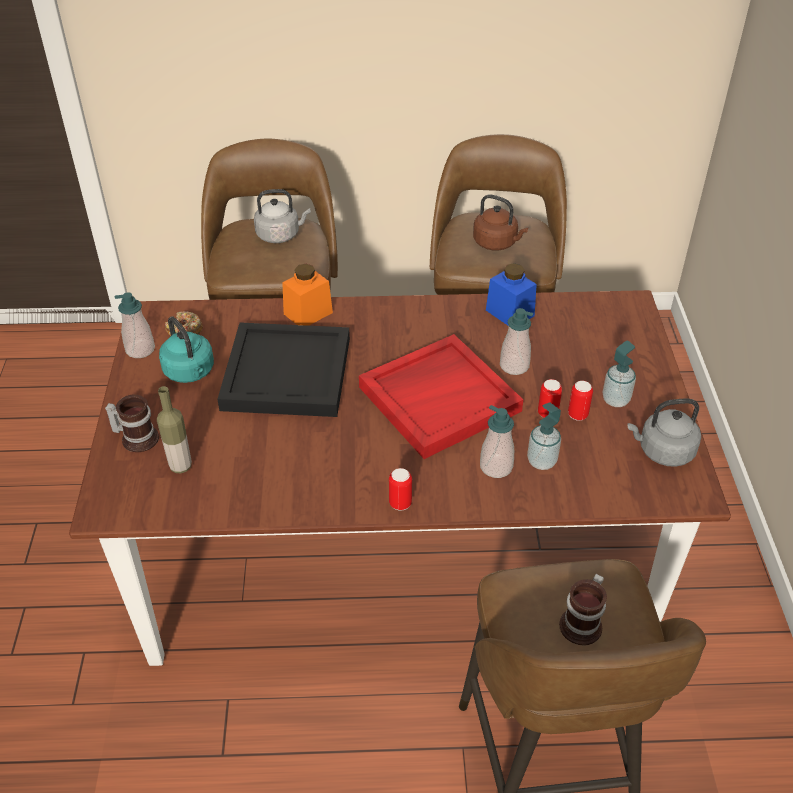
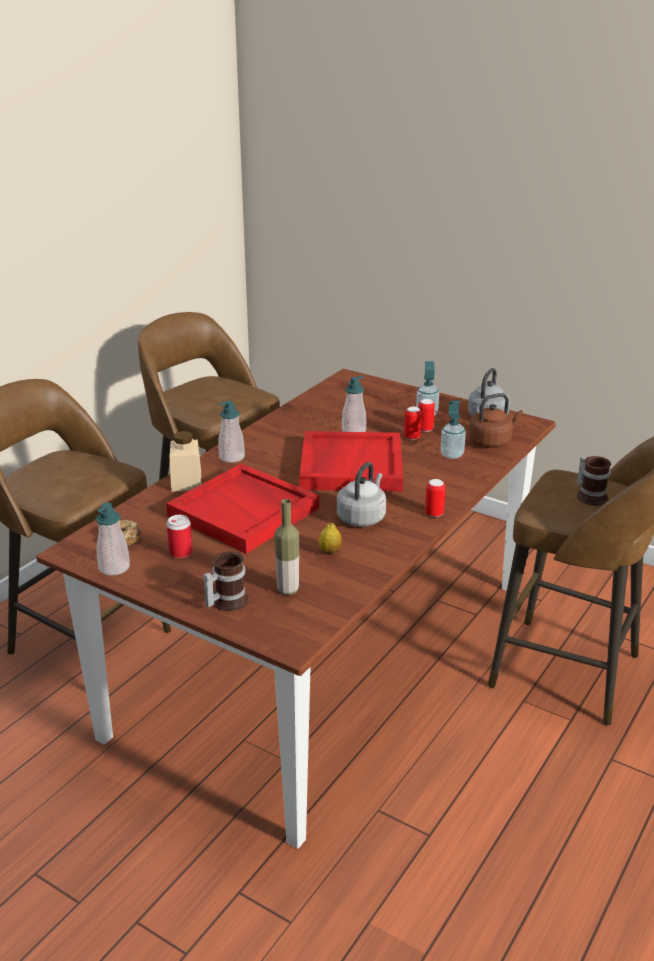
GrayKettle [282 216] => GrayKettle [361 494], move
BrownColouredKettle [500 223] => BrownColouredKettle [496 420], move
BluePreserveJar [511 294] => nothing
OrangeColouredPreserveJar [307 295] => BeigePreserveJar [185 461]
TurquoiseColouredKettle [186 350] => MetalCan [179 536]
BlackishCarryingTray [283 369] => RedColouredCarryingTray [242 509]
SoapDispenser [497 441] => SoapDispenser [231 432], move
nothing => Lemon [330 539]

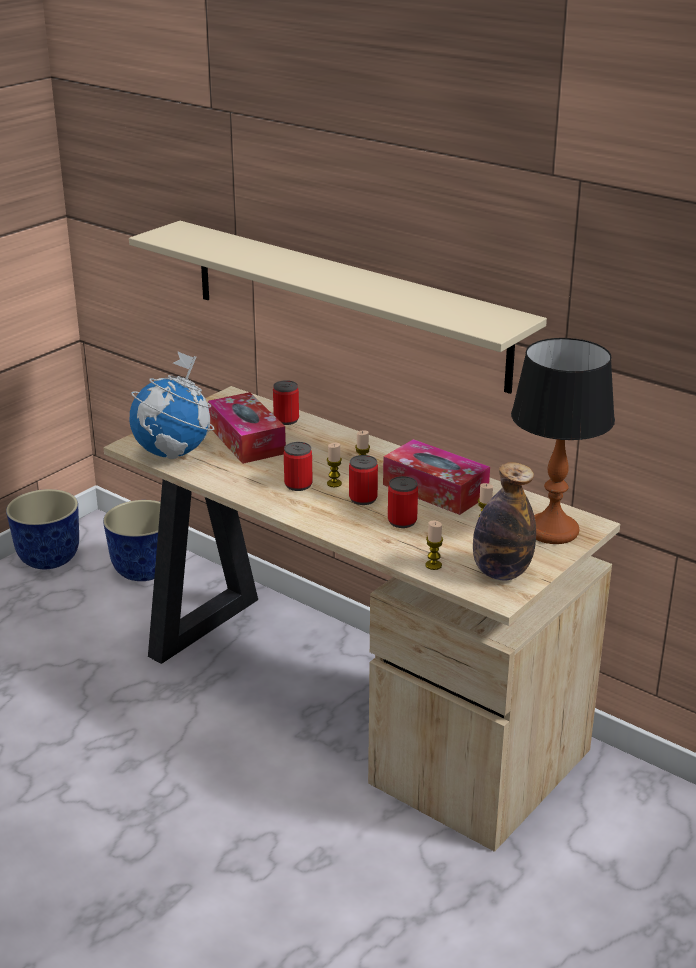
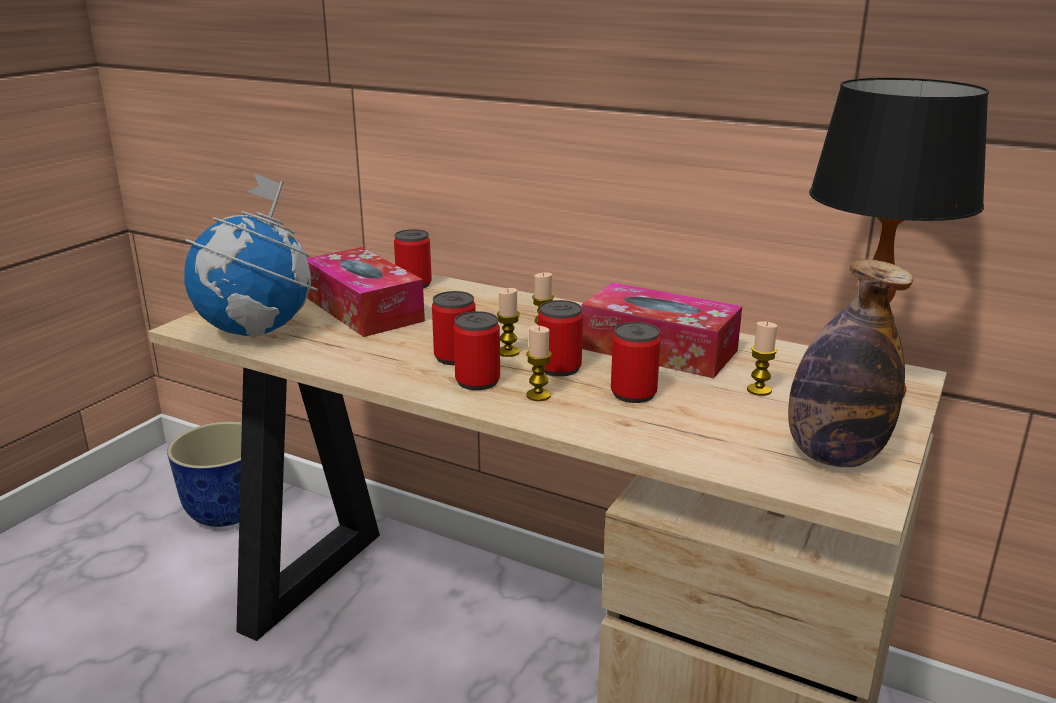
BeigeWallShelf [338 307] => nothing
PlantPot [42 529] => nothing
Candle [434 545] => Candle [539 363], move
nothing => MetalCan [476 350]

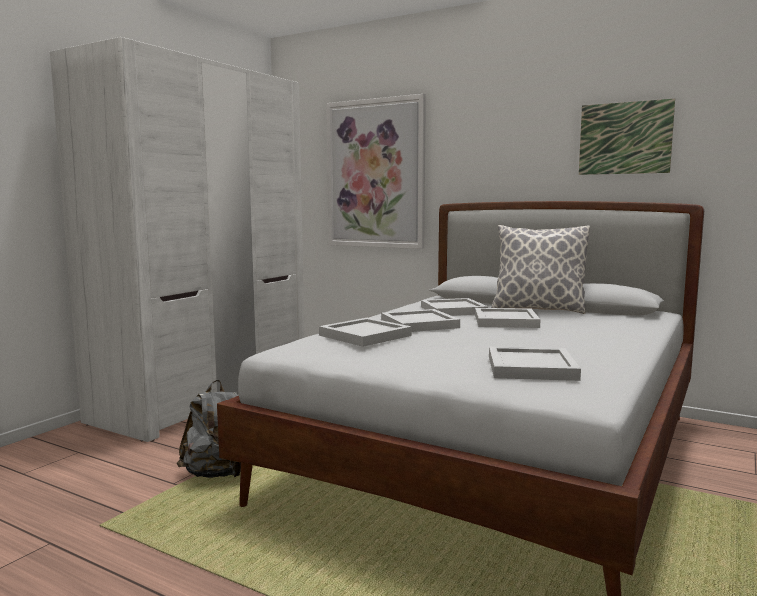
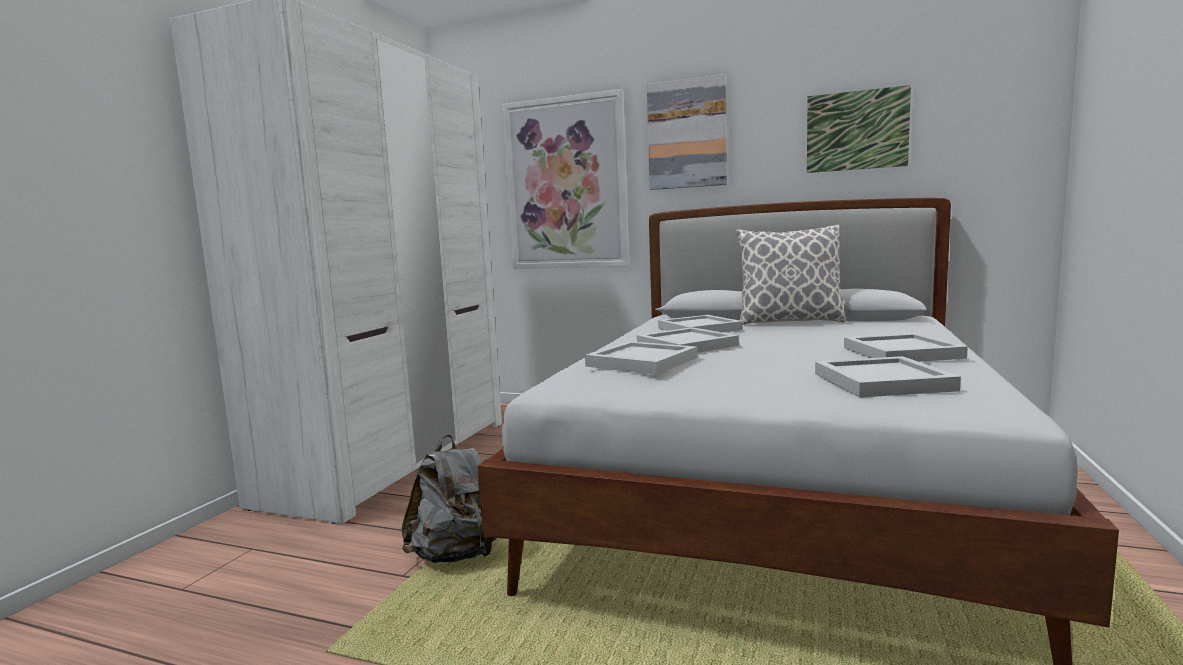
WhiteCarryingTray [508 318] => WhiteCarryingTray [906 347], move
nothing => Picture [687 132]

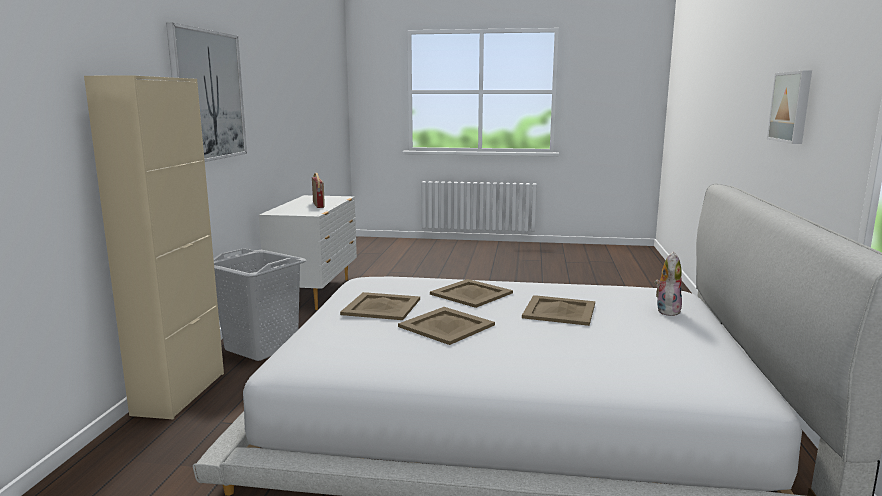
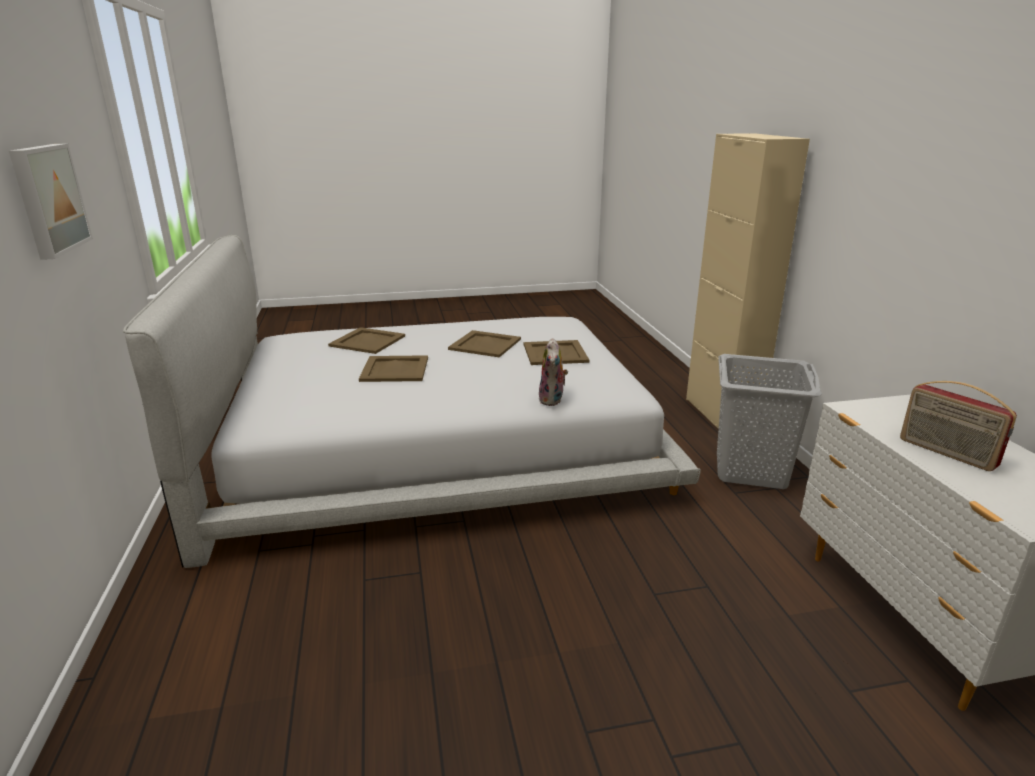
Picture [206 92] => nothing
SoftToy [668 284] => SoftToy [553 372], move
BeigeCarryingTray [471 293] => BeigeCarryingTray [366 340], move

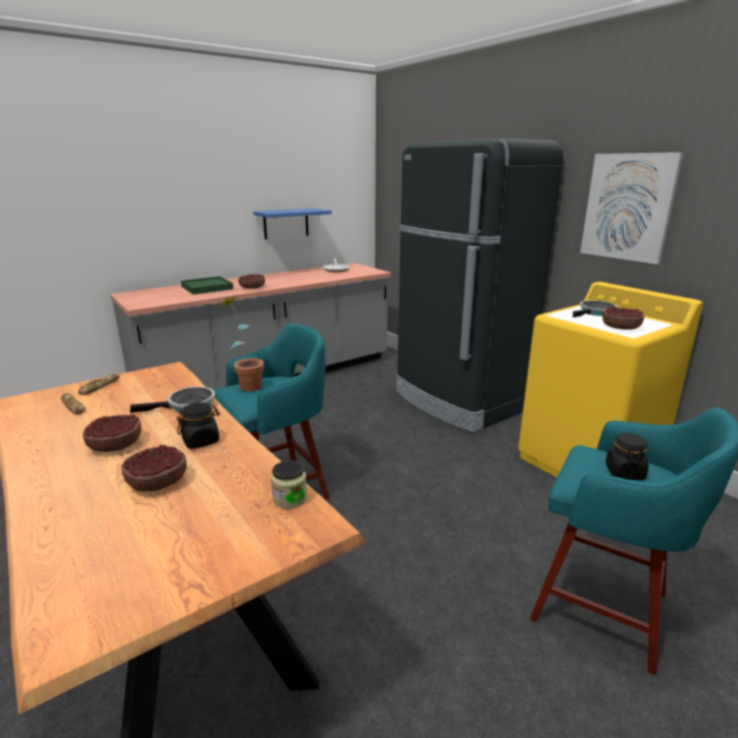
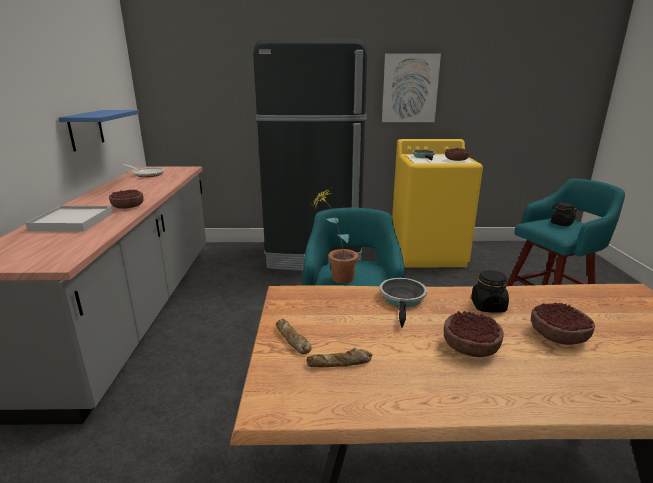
GreenishCarryingTray [207 285] => WhiteCarryingTray [68 219]
PreserveJar [289 484] => nothing

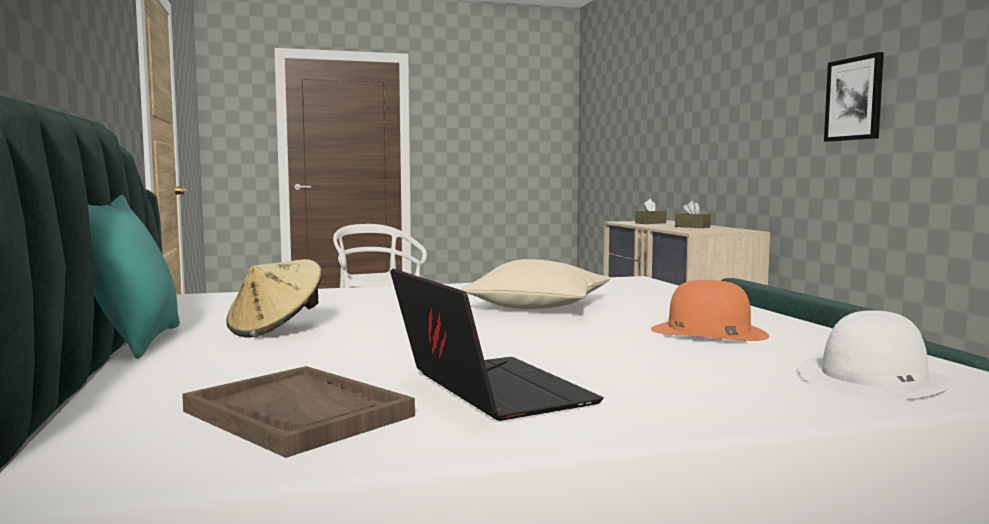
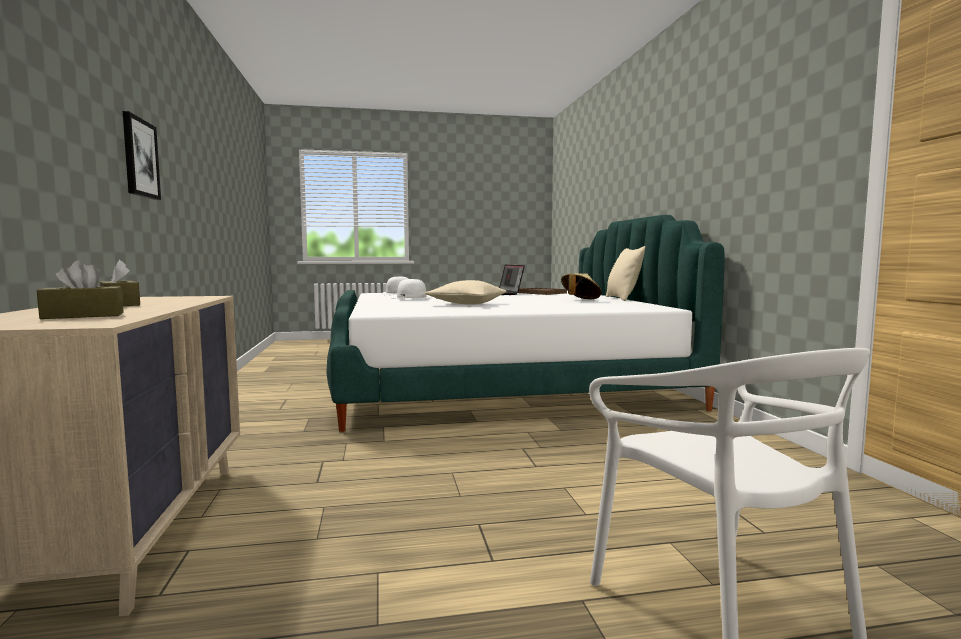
TurquoiseColouredCushion [134 277] => BeigeCushion [625 273]
OrangeColouredWearableHat [710 310] => WhiteWearableHat [412 289]

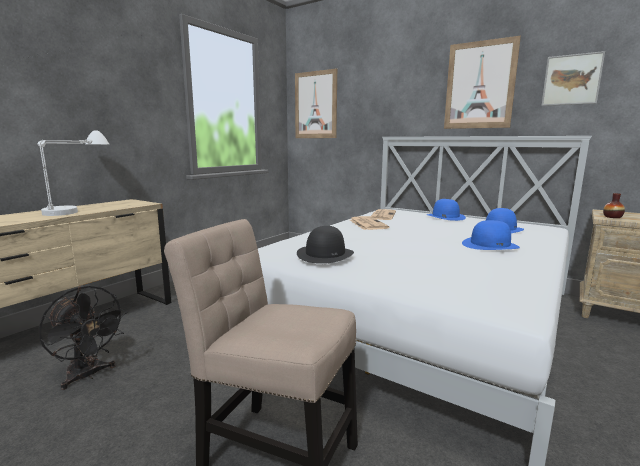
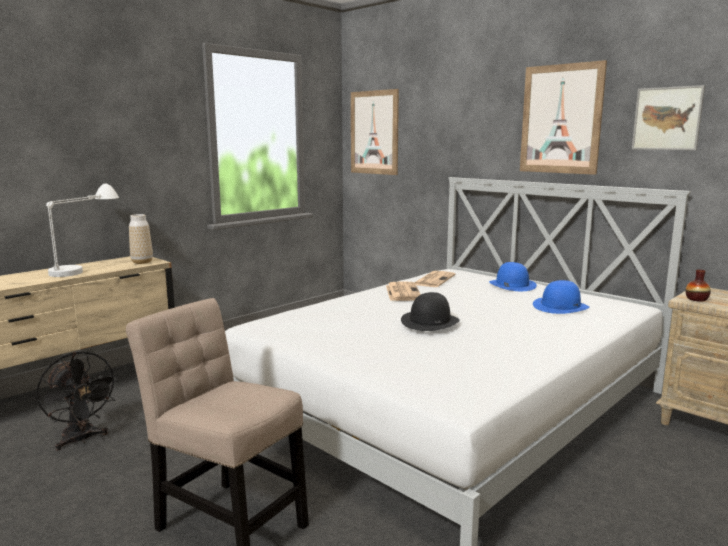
BlueWearableHat [491 235] => nothing
BlackishWearableHat [325 245] => BlackishWearableHat [430 311], move
nothing => Vase [141 239]

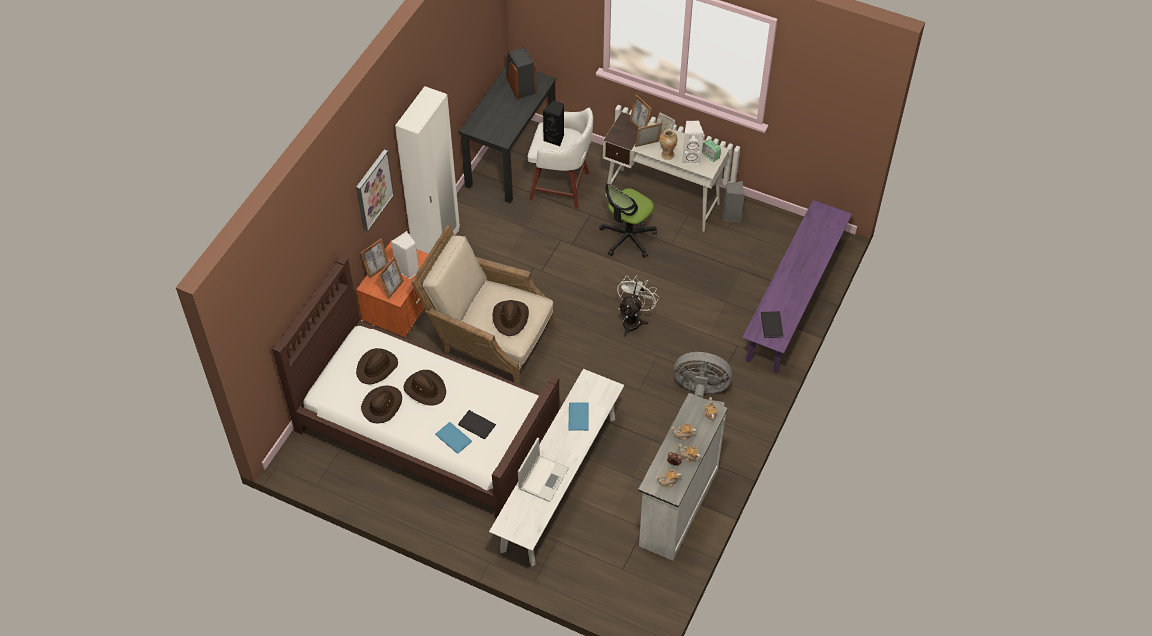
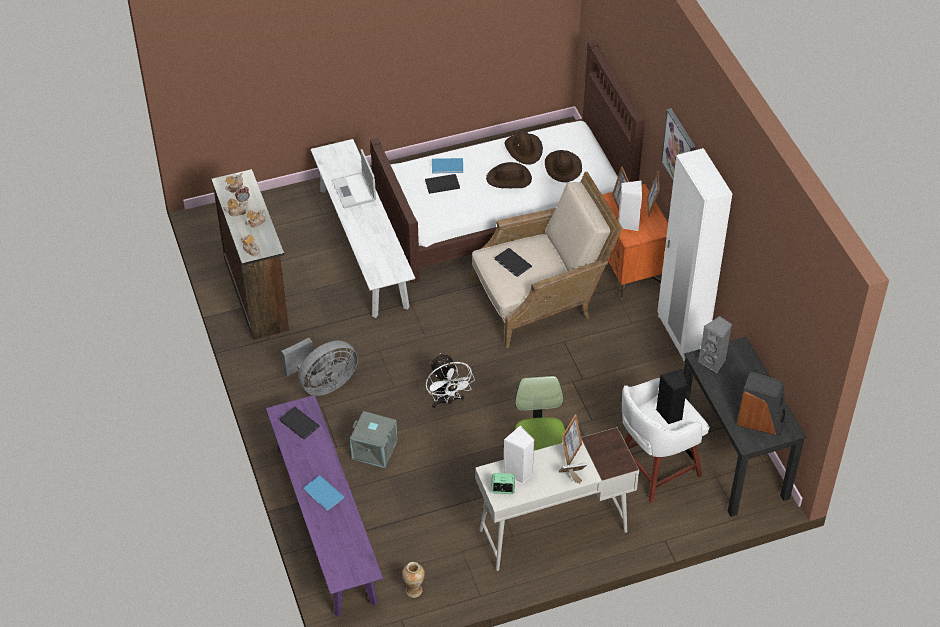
StandingFrame [640 111] => nothing
Vase [669 144] => Vase [413 580], move
GraySpeaker [734 202] => GraySpeaker [715 344], move
BrownColouredWearableHat [510 318] => BlackishBoundBook [513 262]
WhiteDrawerChest [683 477] => BrownColouredDrawerChest [250 254]
BlueBoundBook [578 416] => BlueBoundBook [324 493], move
nothing => GrayStorageBox [373 439]

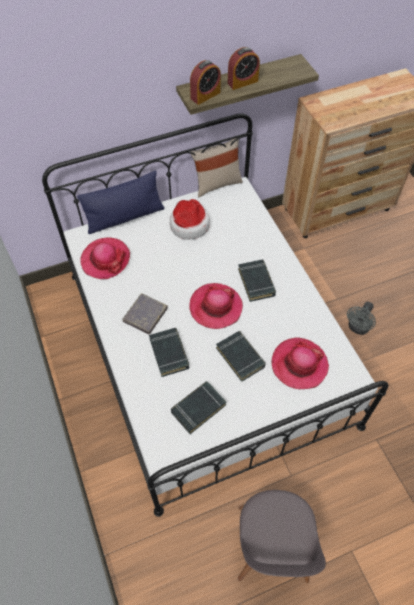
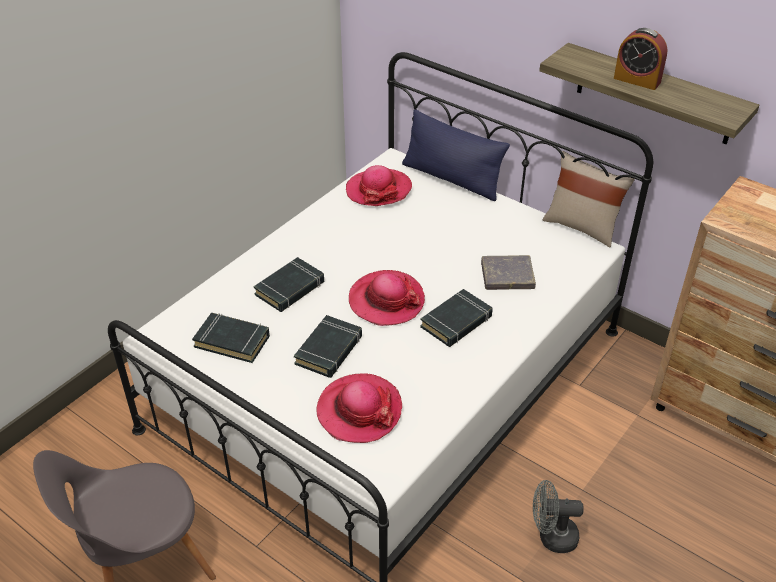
AlarmClock [205 82] => nothing
WearableHat [190 219] => nothing
GrayBoundBook [145 313] => GrayBoundBook [508 272], move

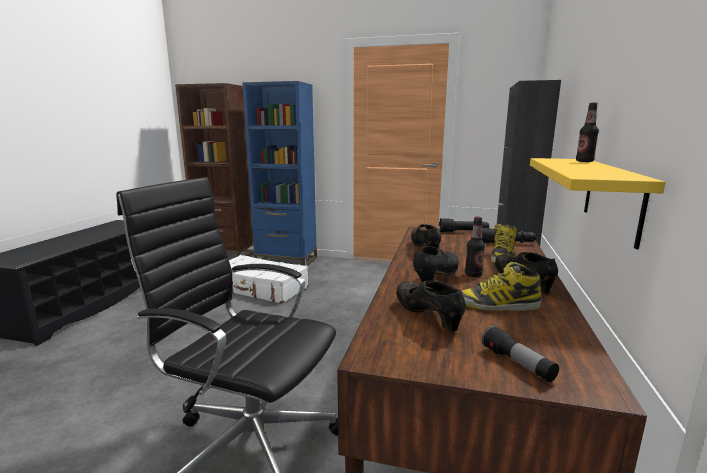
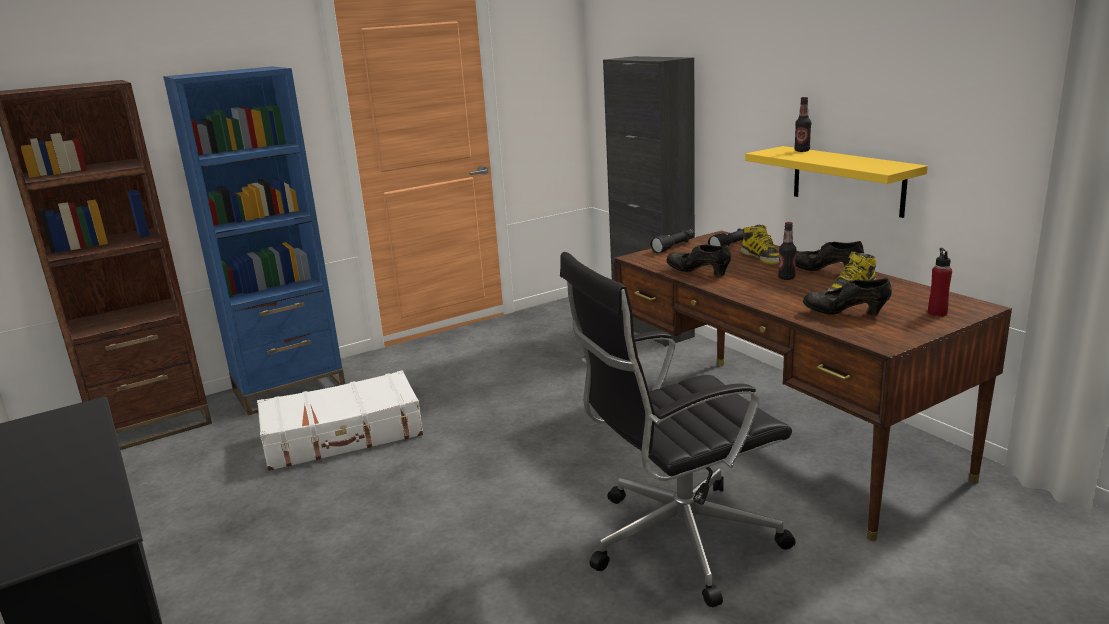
BlackishItemOfFootwear [436 266] => nothing
Flashlight [520 353] => RedColouredBeverageBottle [940 282]

